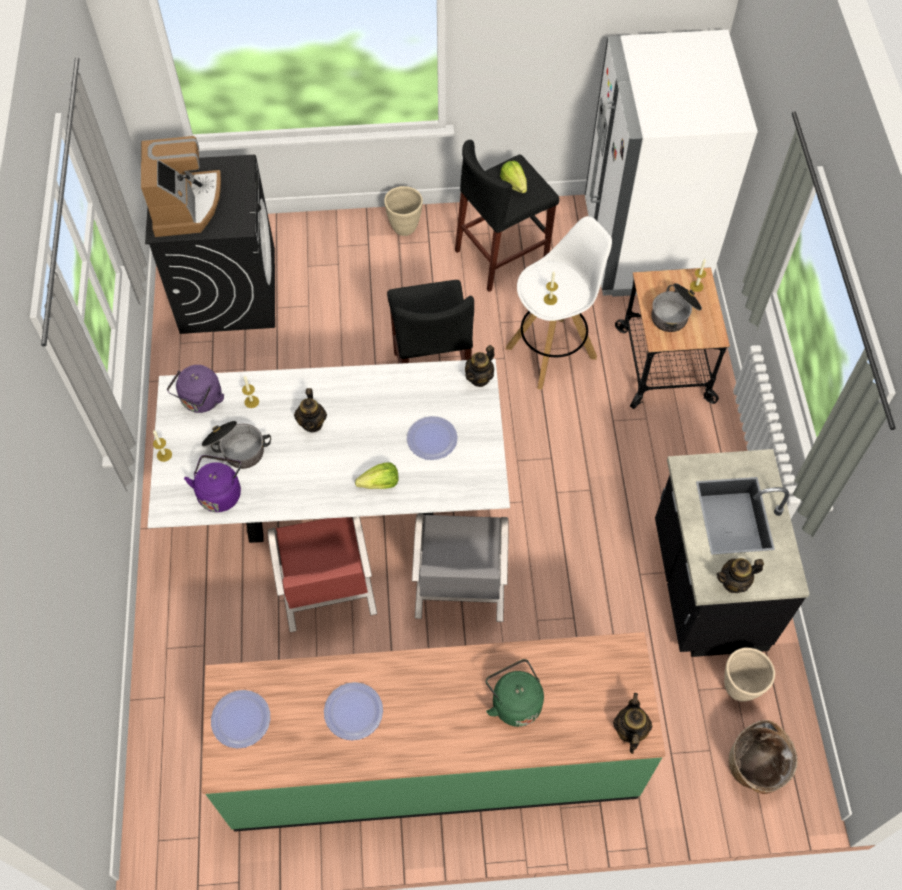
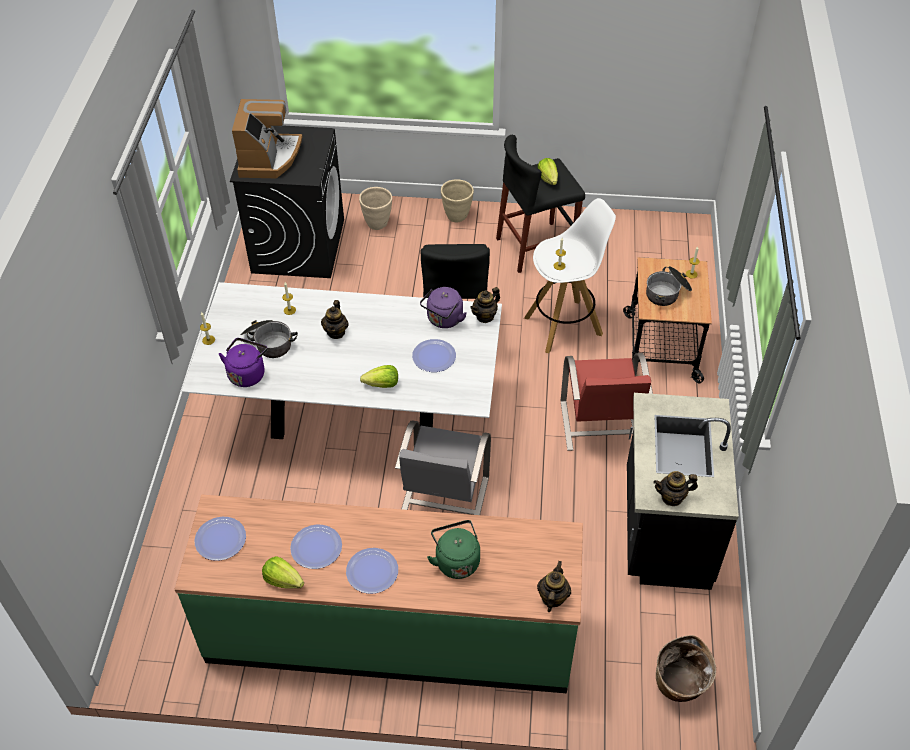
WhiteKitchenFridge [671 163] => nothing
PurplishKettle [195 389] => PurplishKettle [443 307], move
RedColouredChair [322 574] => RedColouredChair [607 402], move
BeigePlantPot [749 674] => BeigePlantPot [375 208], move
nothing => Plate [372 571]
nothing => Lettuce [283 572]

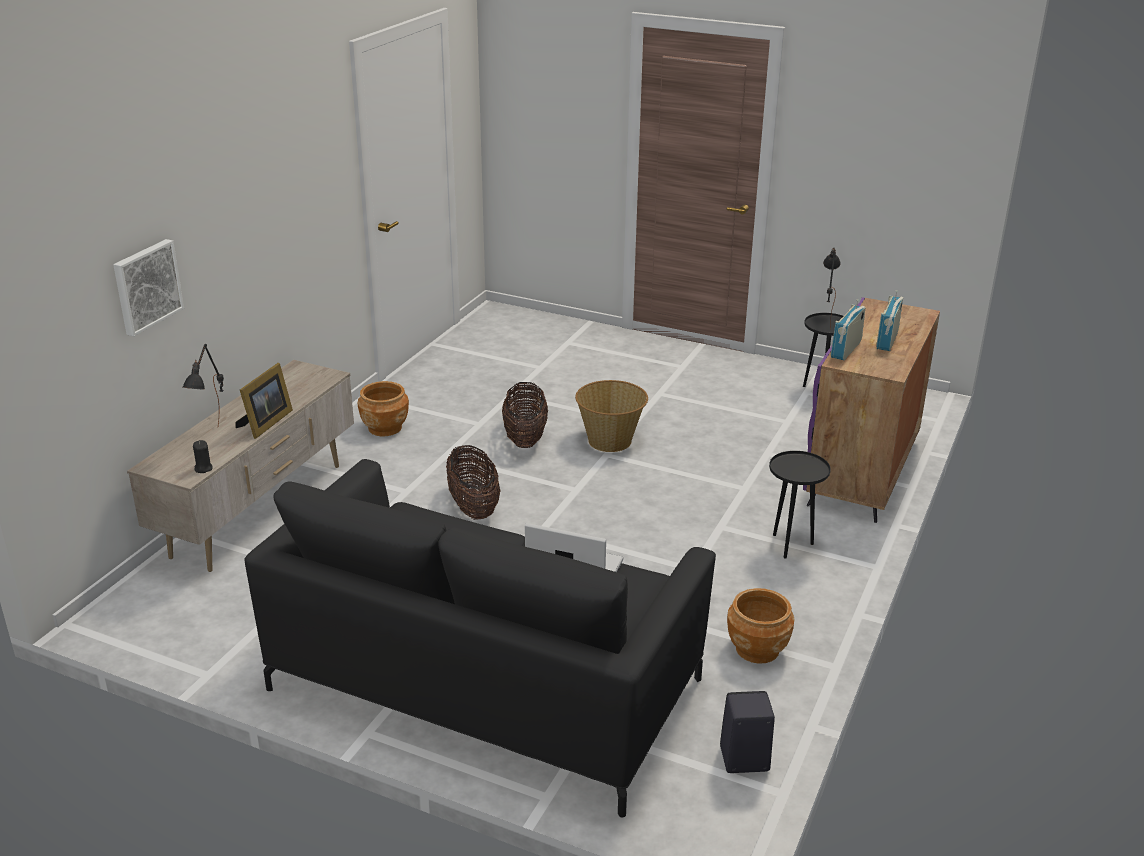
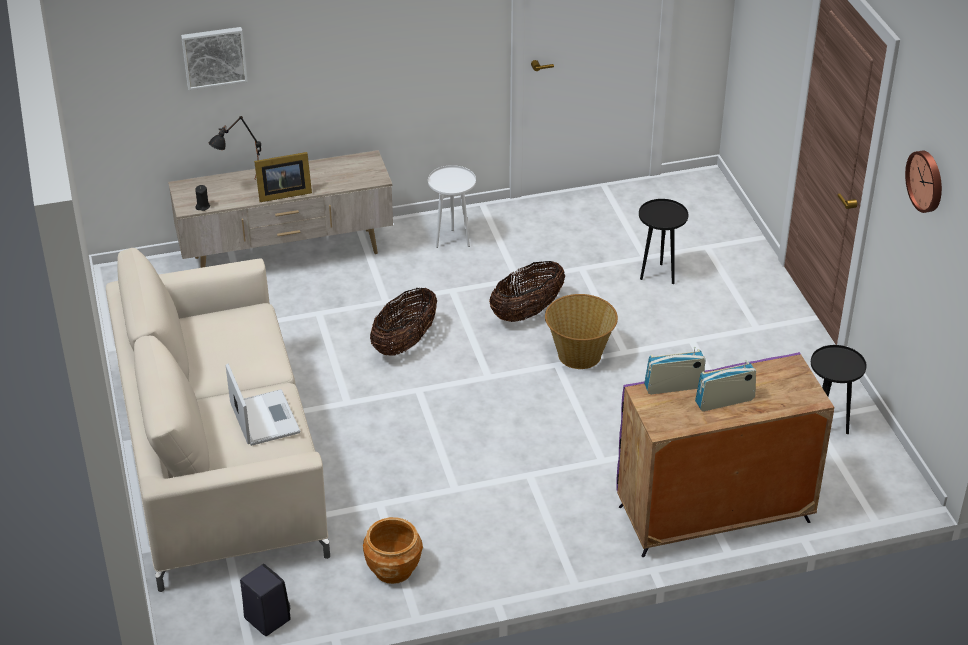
BlackishLampForATable [832 289] => nothing
BrownColouredPlantPot [383 408] => WhiteSideTable [452 206]
BlackishSideTable [800 505] => BlackishSideTable [663 241], move
BlackishSofa [480 638] => BeigeSofa [218 420]
nothing => HangingClock [923 182]

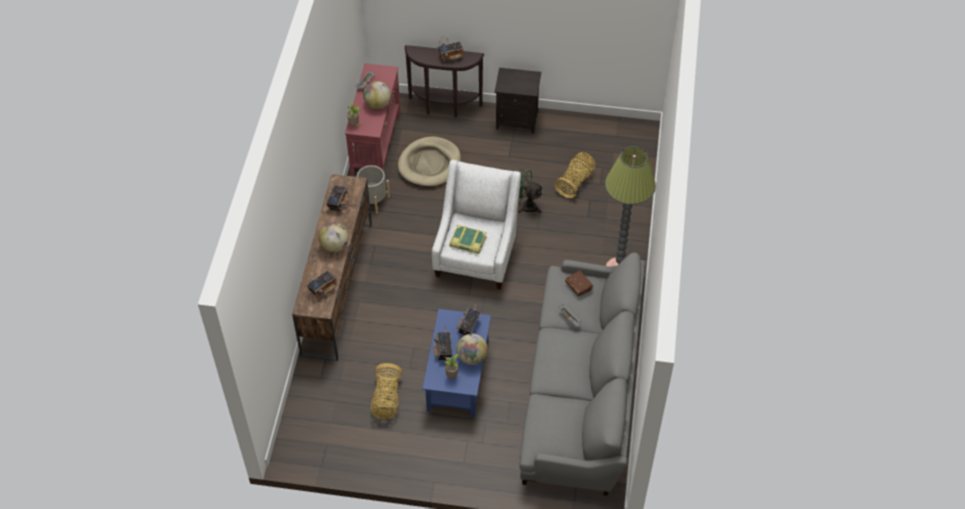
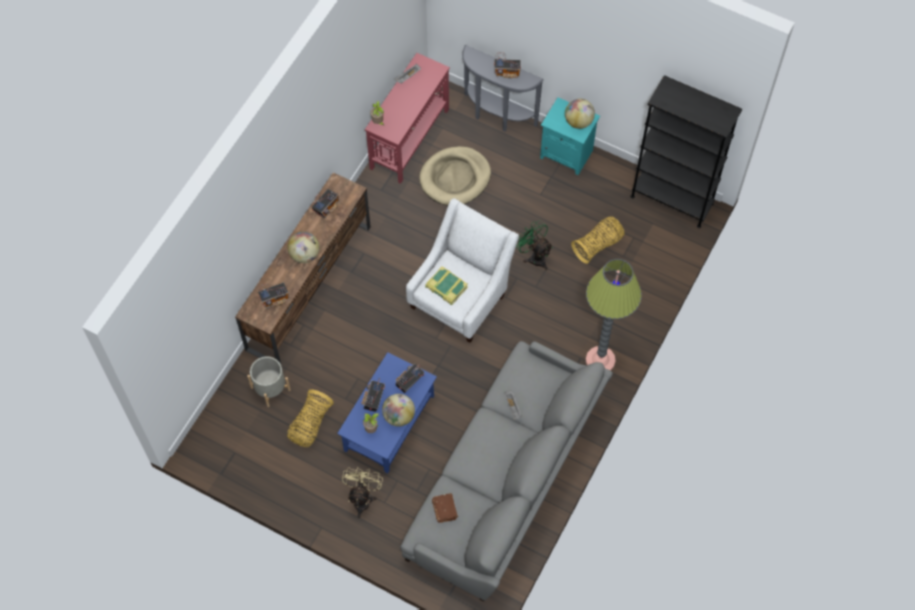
BrownColouredConsoleTable [444 81] => GrayConsoleTable [503 88]
BlackishBedsideTable [518 100] => TurquoiseColouredBedsideTable [570 136]
Globe [377 95] => Globe [580 114], move
GrayPlantPot [373 189] => GrayPlantPot [269 381], move
BrownColouredBoundBook [579 283] => BrownColouredBoundBook [445 508], move
nothing => BlackishBookcase [686 151]
nothing => BeigeFan [362 492]

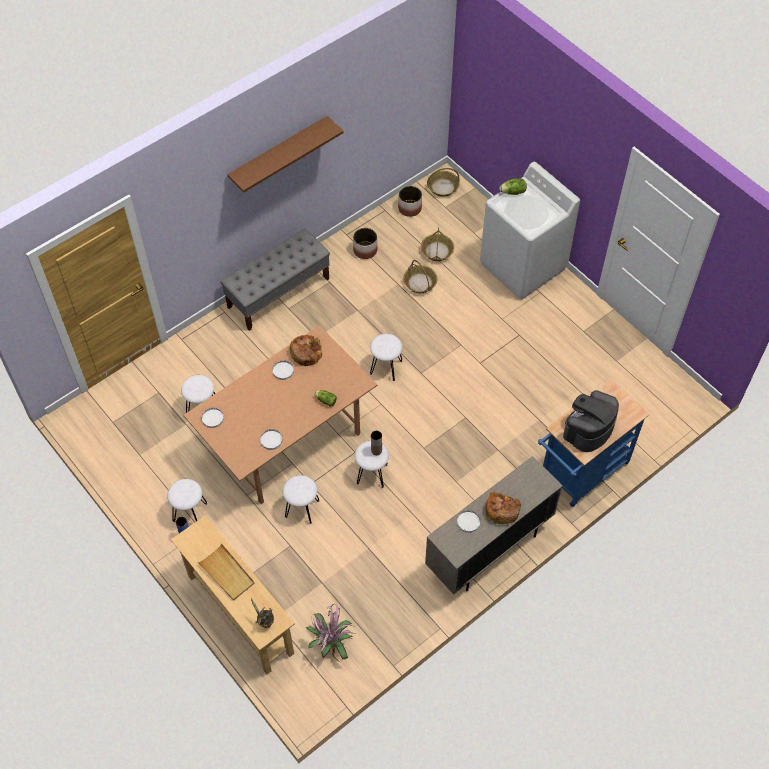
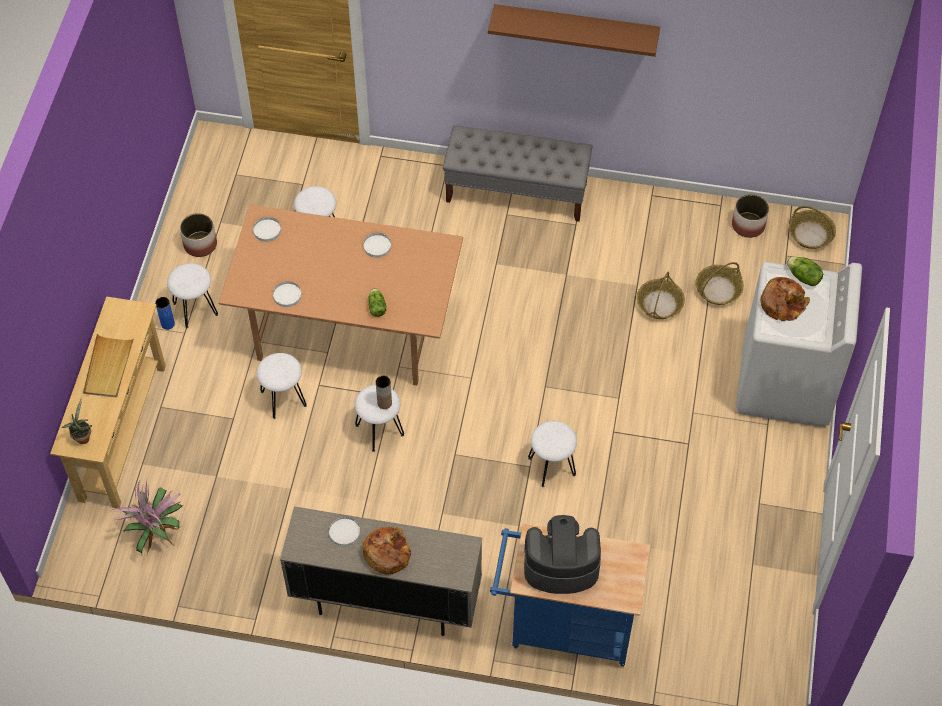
PlantPot [365 243] => PlantPot [198 235], move
WhiteStool [386 357] => WhiteStool [552 454], move
Bread [306 350] => Bread [785 299], move

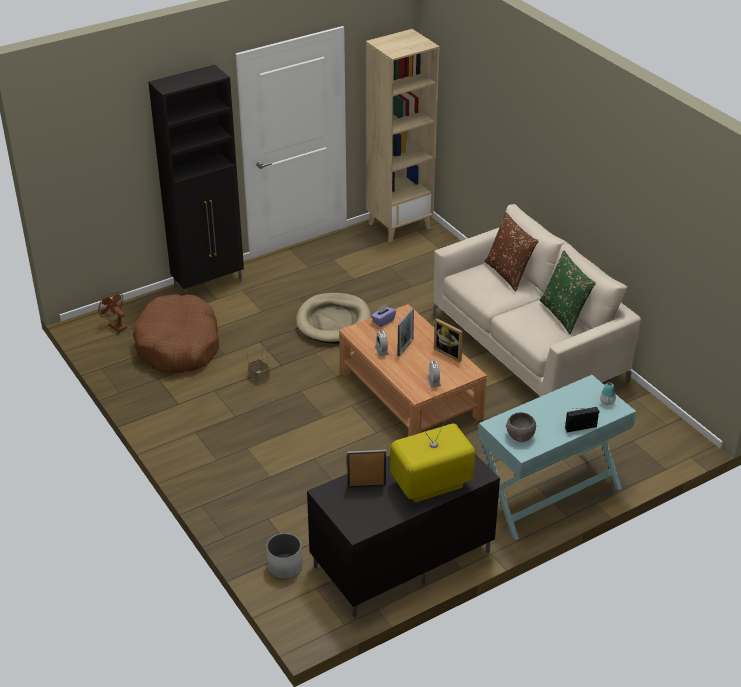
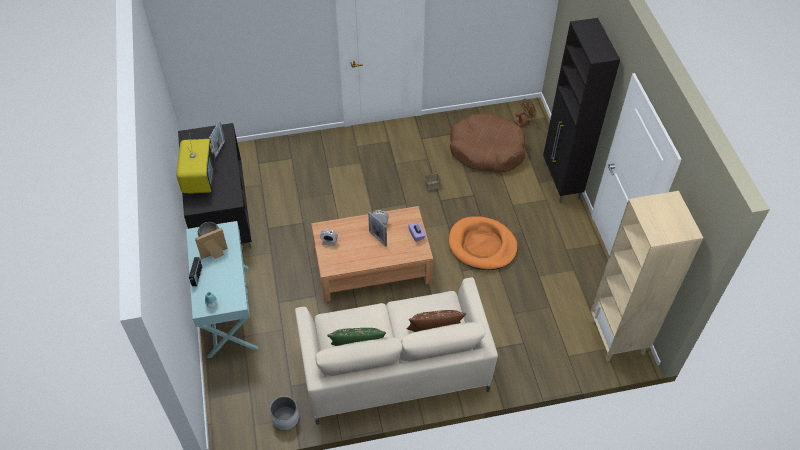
BeigeDogCushion [333 318] => OrangeColouredDogCushion [483 243]
StandingFrame [448 340] => StandingFrame [211 243], move
WhitePlantPot [284 556] => WhitePlantPot [284 413], move

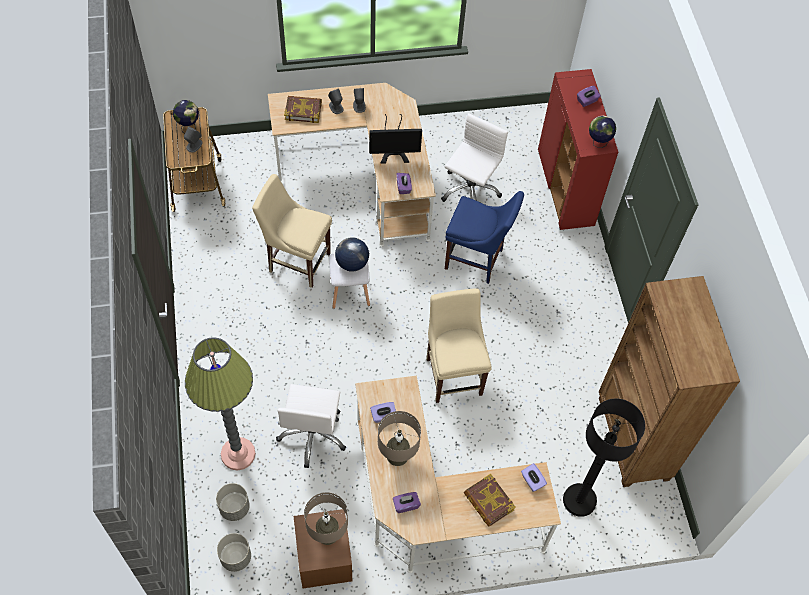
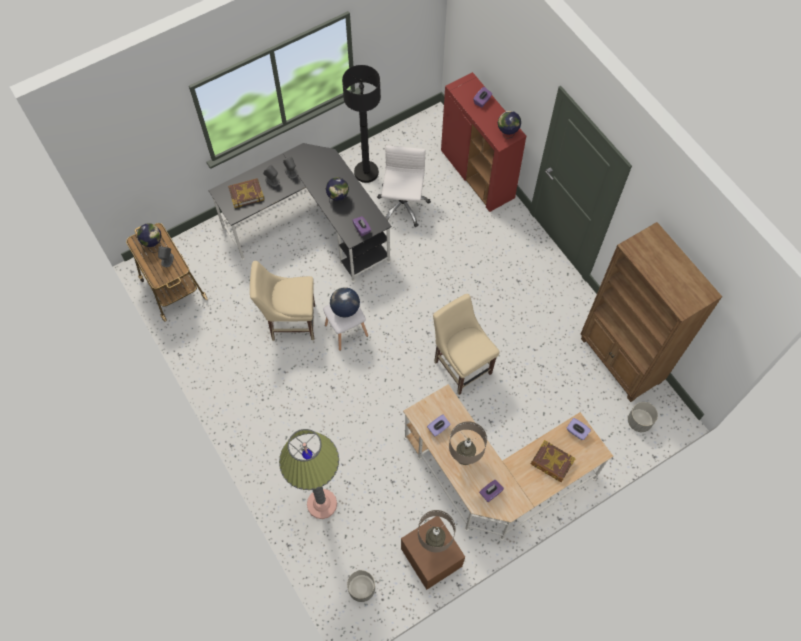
BeigeDeskUnit [352 165] => BlackishDeskUnit [300 212]
ComputerScreen [395 139] => Globe [337 190]
BlueChair [484 237] => nothing
WhiteComputerChair [311 426] => nothing
BlackishFloorLamp [604 458] => BlackishFloorLamp [361 124], move
GrayPlantPot [233 502] => GrayPlantPot [643 417], move

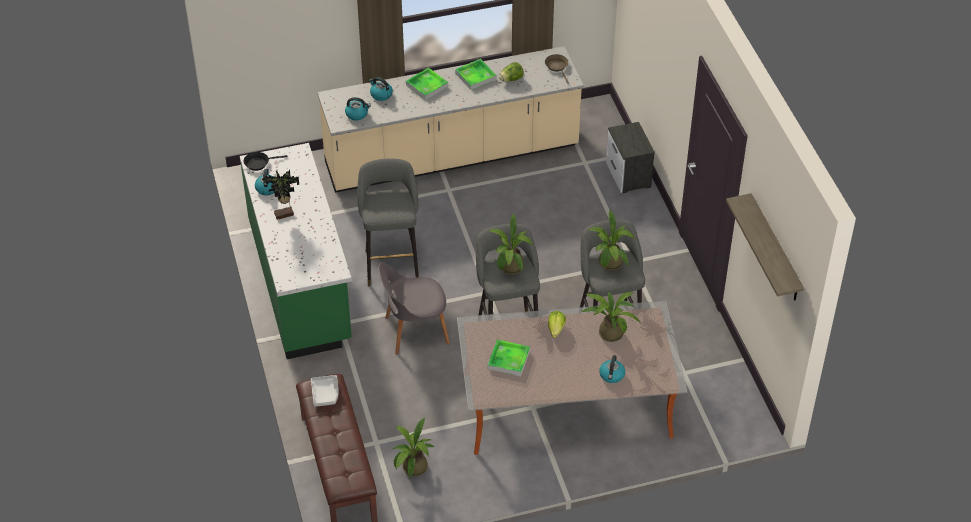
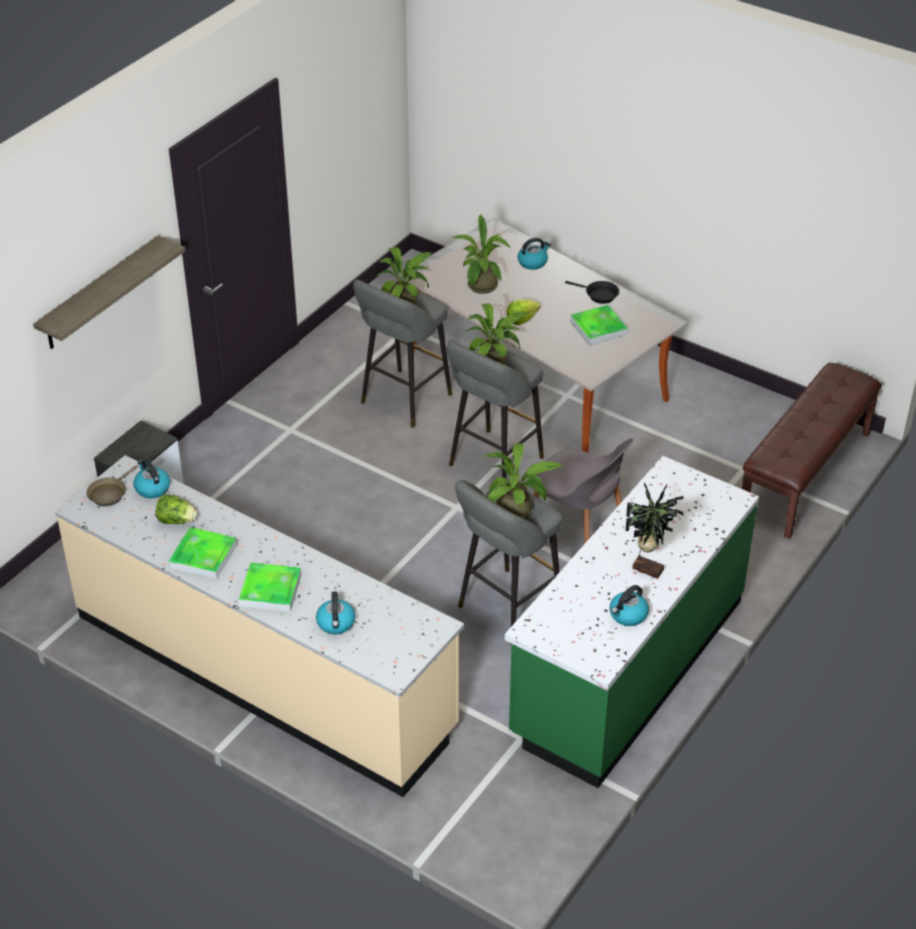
Kettle [358 108] => Kettle [151 478], move
BlackishPan [266 161] => BlackishPan [592 292], move
WallShelf [765 246] => WallShelf [109 292], move
GrayCarryingTray [325 391] => nothing
PlantInAPot [413 448] => PlantInAPot [523 481], move

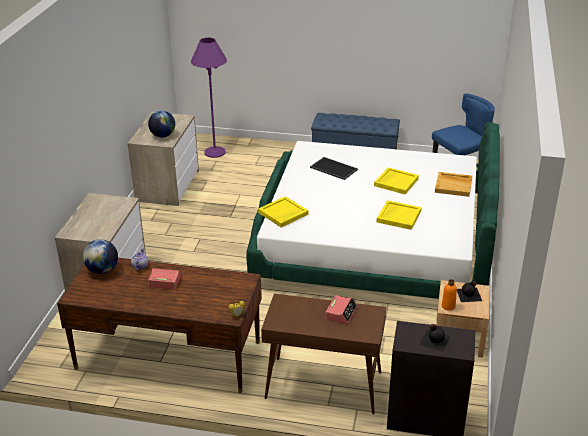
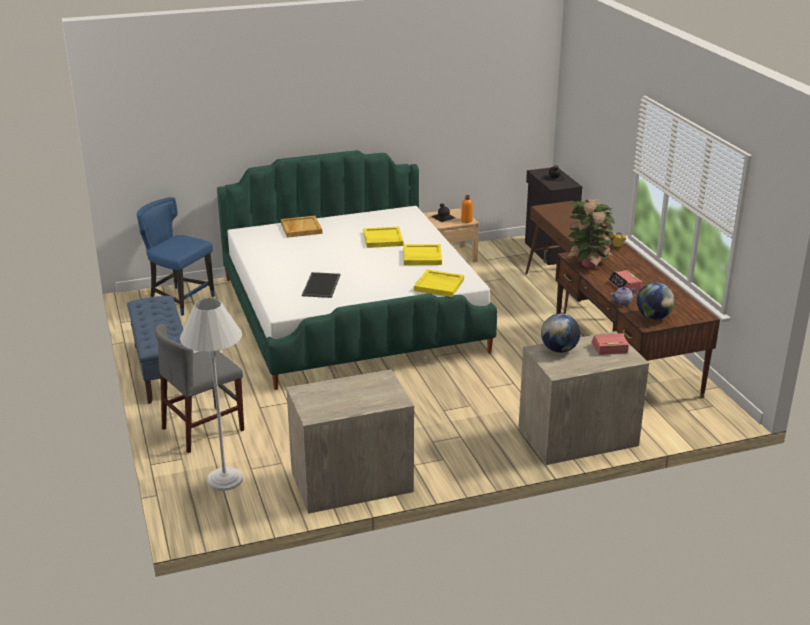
PurplishFloorLamp [209 98] => WhiteFloorLamp [211 394]
Globe [161 124] => Globe [560 333], move
YellowishCarryingTray [396 180] => YellowishCarryingTray [423 254], move
AlarmClock [342 309] => AlarmClock [610 344], move
nothing => PlantInAPot [590 233]
nothing => GrayChair [199 388]

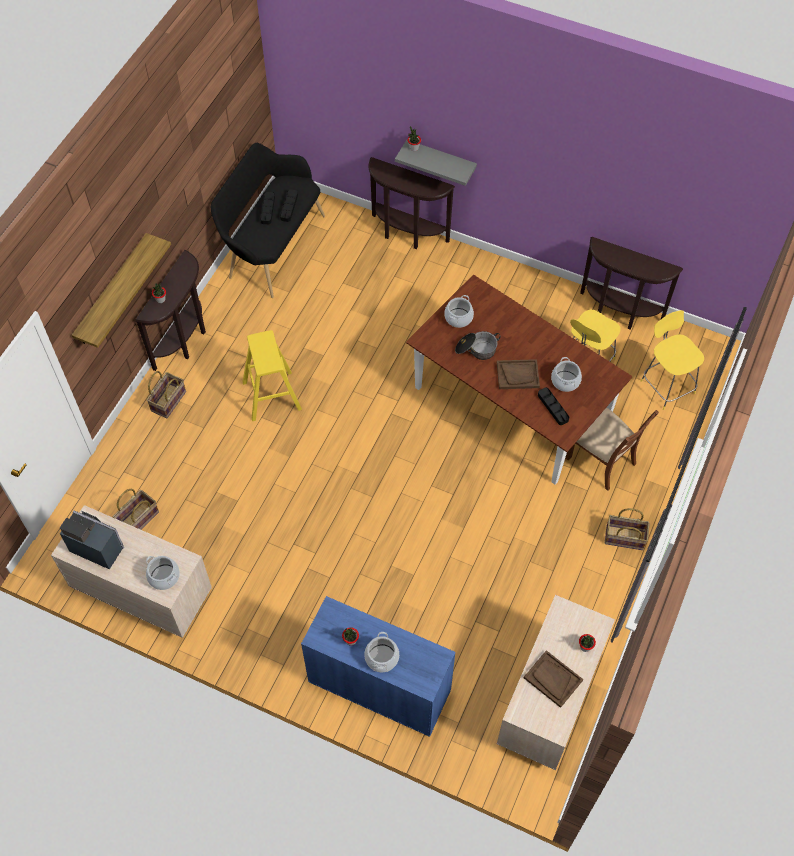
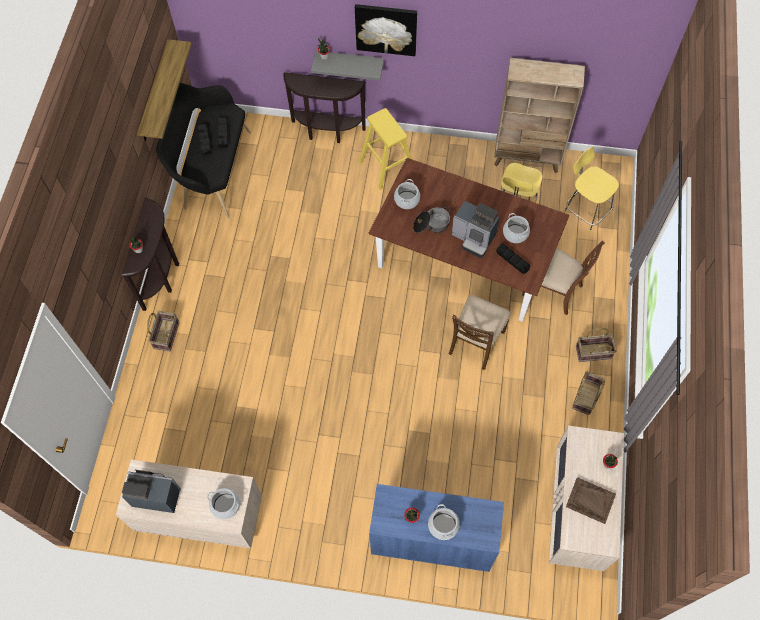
WallShelf [121 290] => WallShelf [164 90], move
BrownColouredConsoleTable [631 283] => BeigeBookcase [539 115]
YellowishStool [272 375] => YellowishStool [385 149], move
BrownColouredCarryingTray [518 374] => CoffeeBrewer [475 229]
HouseholdBasket [136 509] => HouseholdBasket [588 393], move
nothing => Picture [386 30]
nothing => BrownColouredChair [480 332]

